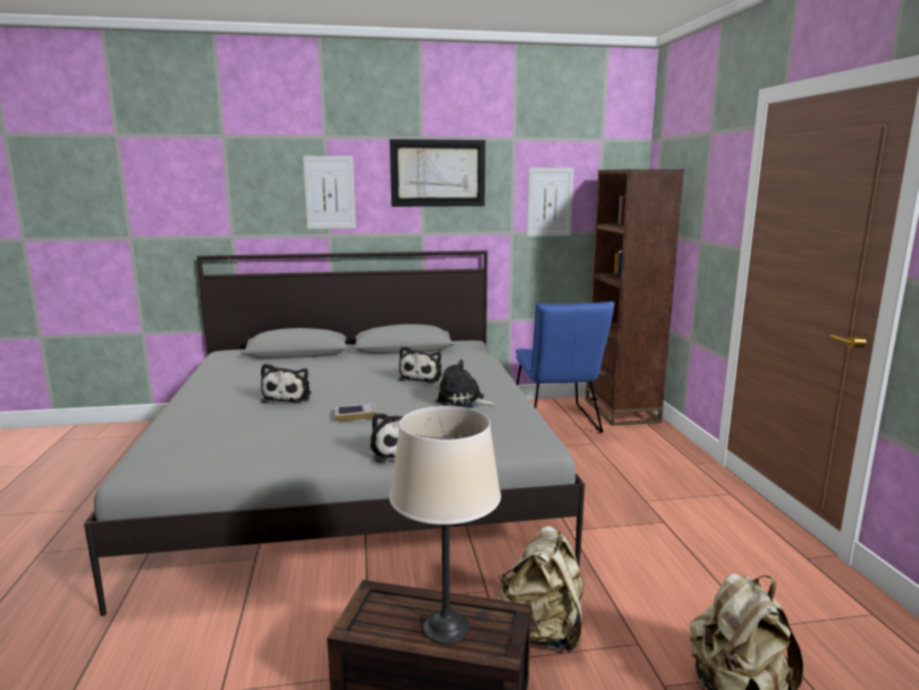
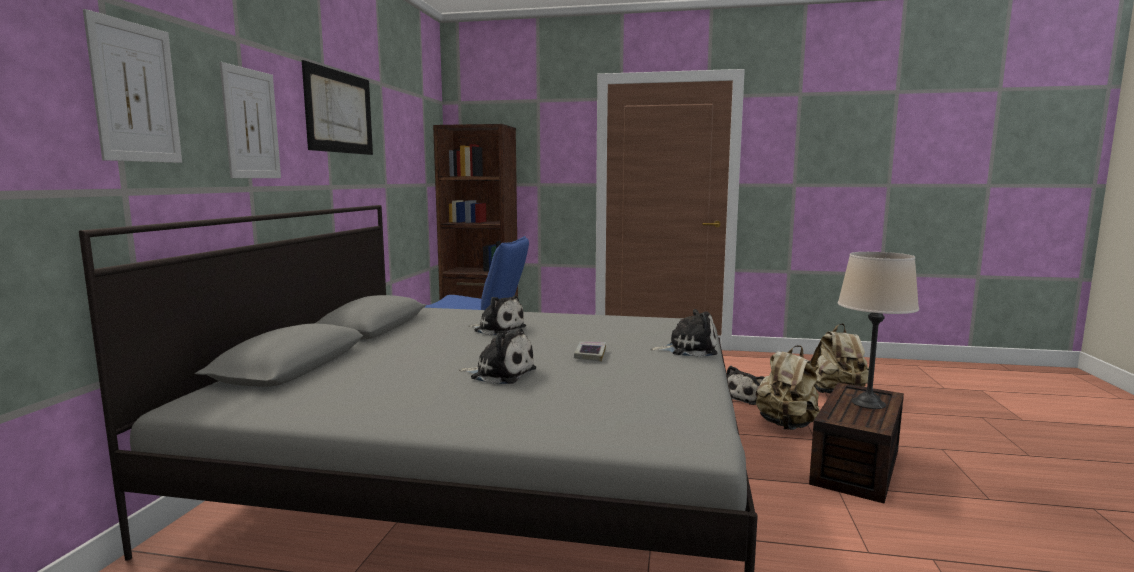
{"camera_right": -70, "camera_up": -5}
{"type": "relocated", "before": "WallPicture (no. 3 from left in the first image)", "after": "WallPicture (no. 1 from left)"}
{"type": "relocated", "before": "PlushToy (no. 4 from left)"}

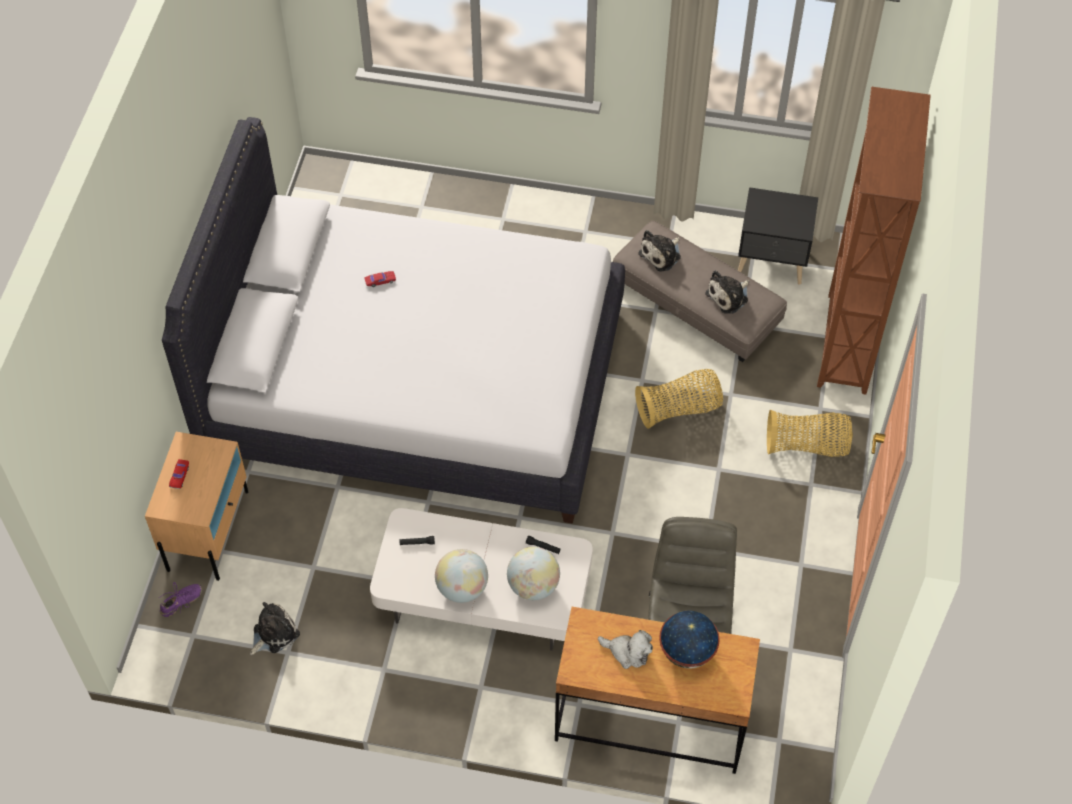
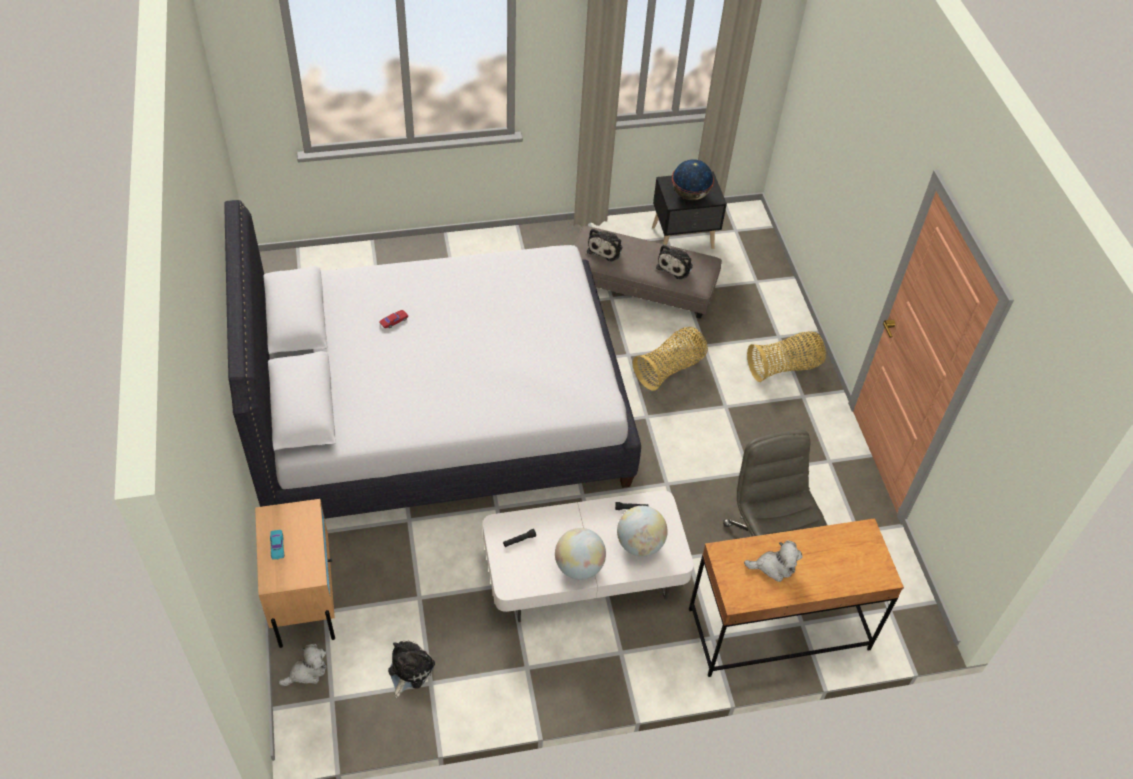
{"camera_right": -25, "camera_up": -5}
{"type": "colour", "before": "RedColouredToyCar (no. 1 from left)", "after": "TurquoiseColouredToyCar"}
{"type": "exchanged", "before": "PurpleLowShoe", "after": "PlushToy (no. 1 from left)"}
{"type": "relocated", "before": "WorldGlobe (no. 3 from left)"}
{"type": "missing", "before": "BrownishBookcase"}

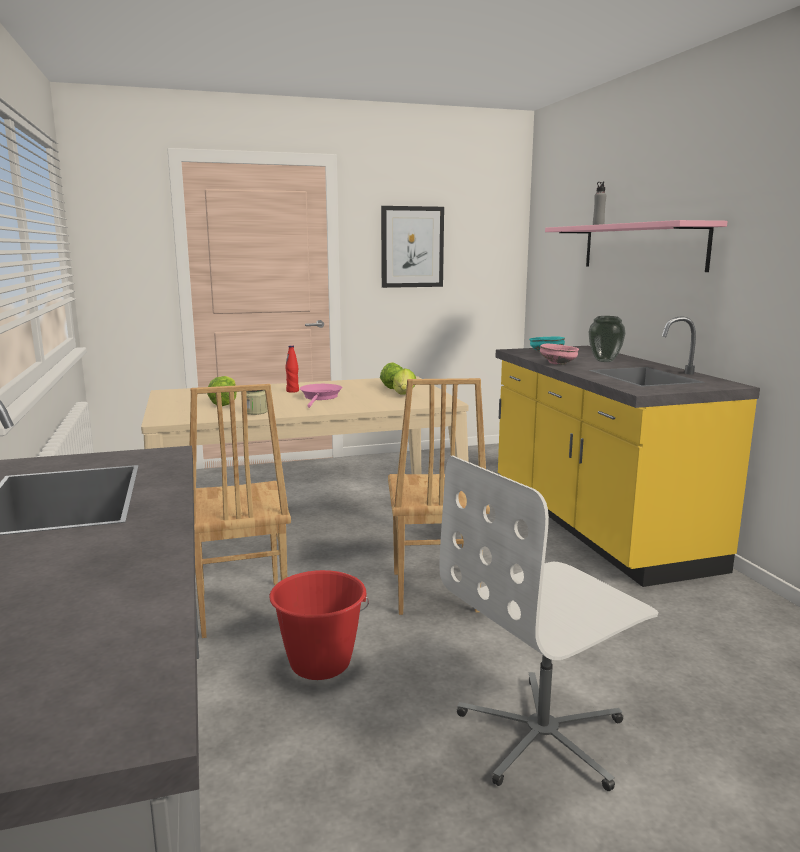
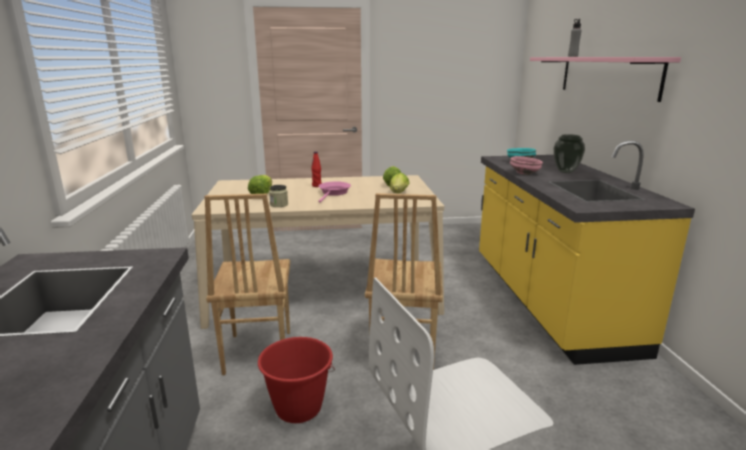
{"camera_right": 10, "camera_up": 5}
{"type": "missing", "before": "WallPicture"}

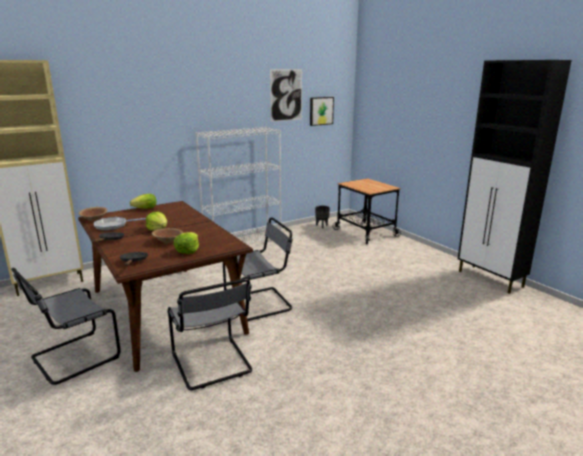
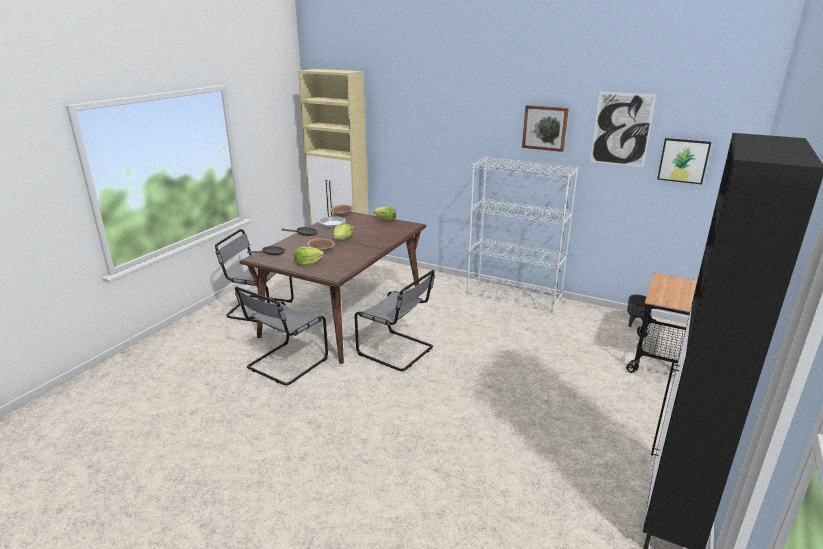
{"camera_right": 60, "camera_up": 5}
{"type": "appeared", "after": "WallPicture (no. 1 from left)"}

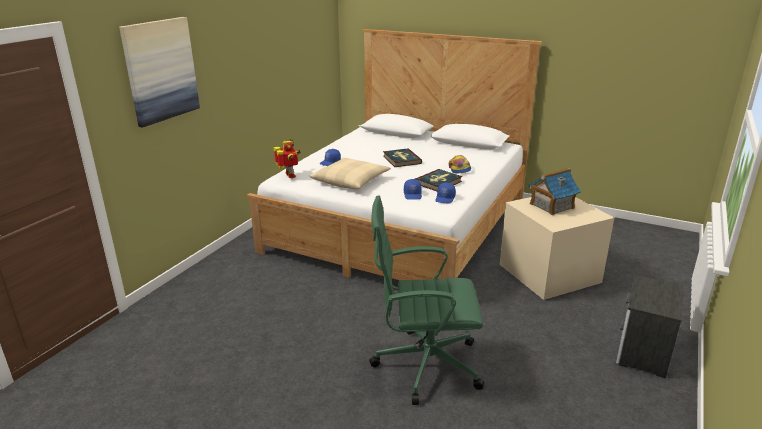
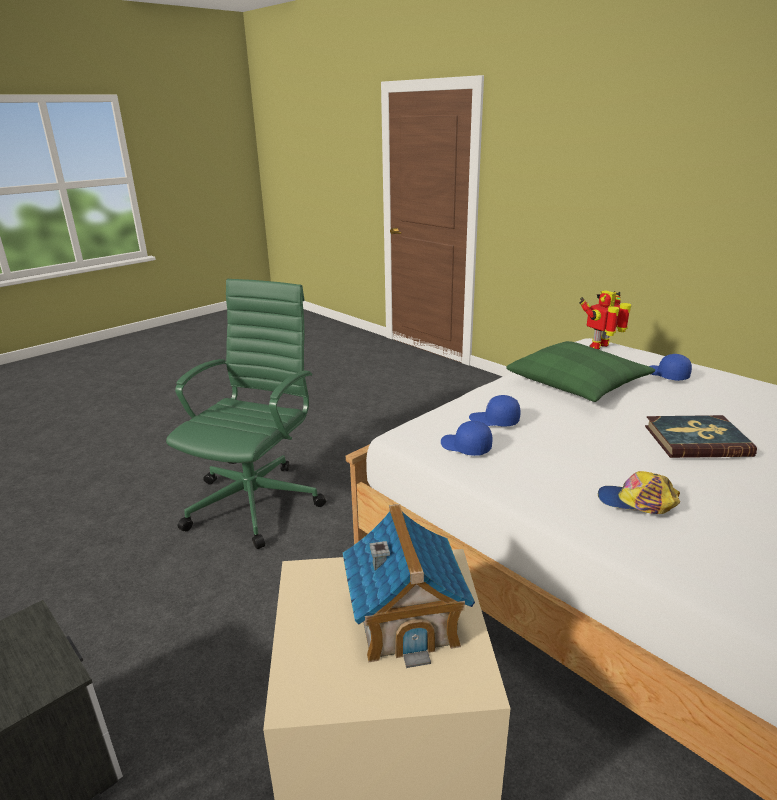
{"camera_right": 110, "camera_up": 0}
{"type": "colour", "before": "BeigeColouredCushion", "after": "GreenColouredCushion"}
{"type": "spun", "before": "ToyRobot", "turn": 150}
{"type": "missing", "before": "WallPicture"}
{"type": "missing", "before": "Book (no. 2 from left)"}

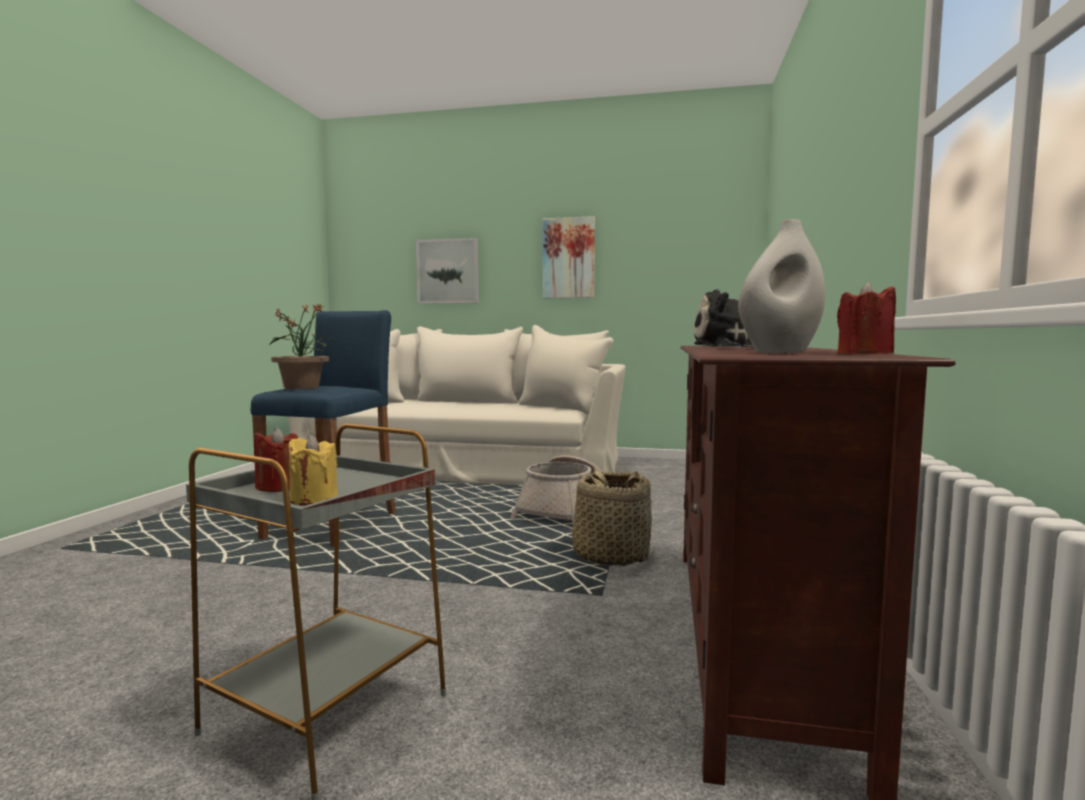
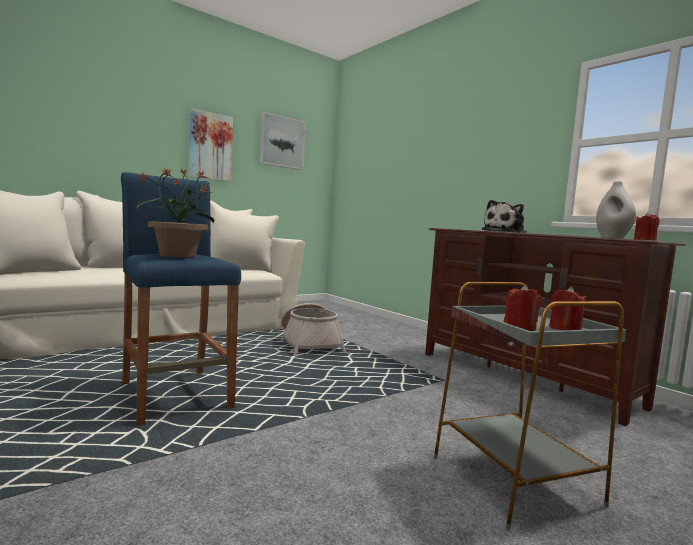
{"camera_right": -50, "camera_up": 0}
{"type": "relocated", "before": "WallPicture (no. 1 from left in the first image)", "after": "WallPicture (no. 2 from left)"}
{"type": "colour", "before": "YellowishWaxLight", "after": "RedColouredWaxLight (no. 2 from left)"}
{"type": "missing", "before": "StorageBasket (no. 2 from left)"}

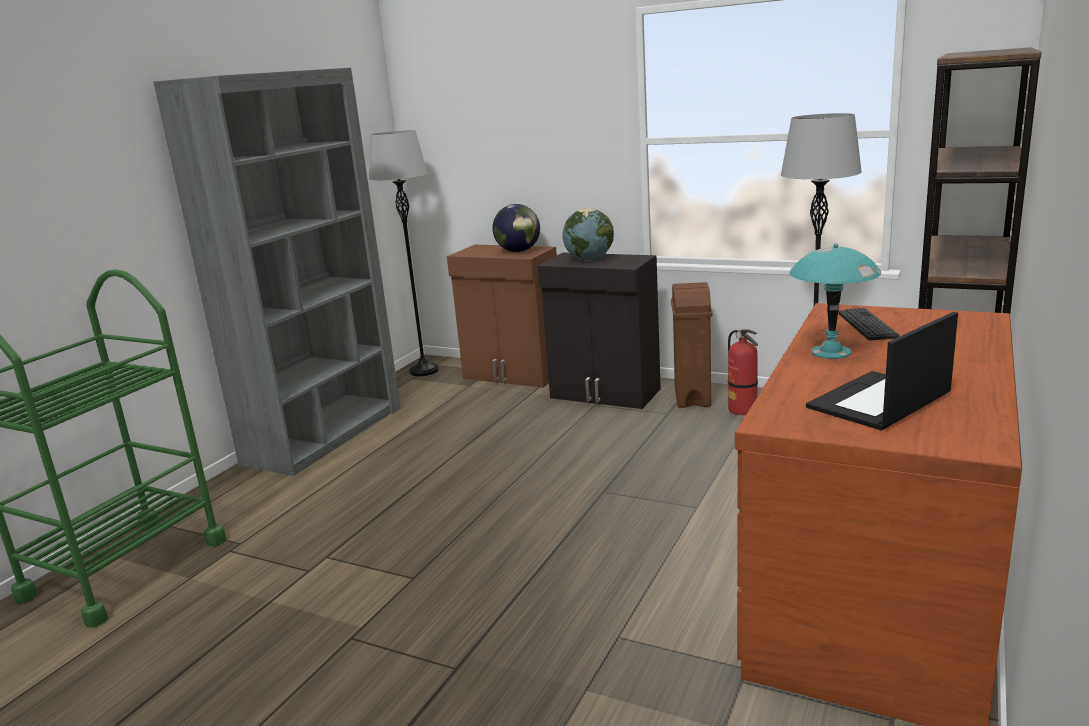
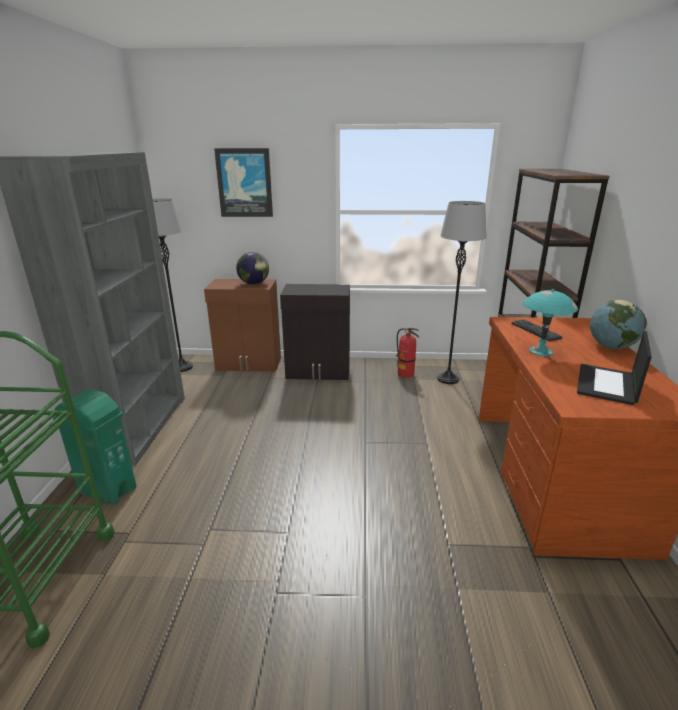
{"camera_right": -25, "camera_up": 5}
{"type": "appeared", "after": "GreenColouredWasteBin"}
{"type": "appeared", "after": "WallPicture"}
{"type": "relocated", "before": "WorldGlobe (no. 2 from left)"}
{"type": "missing", "before": "BrownishWasteBin"}

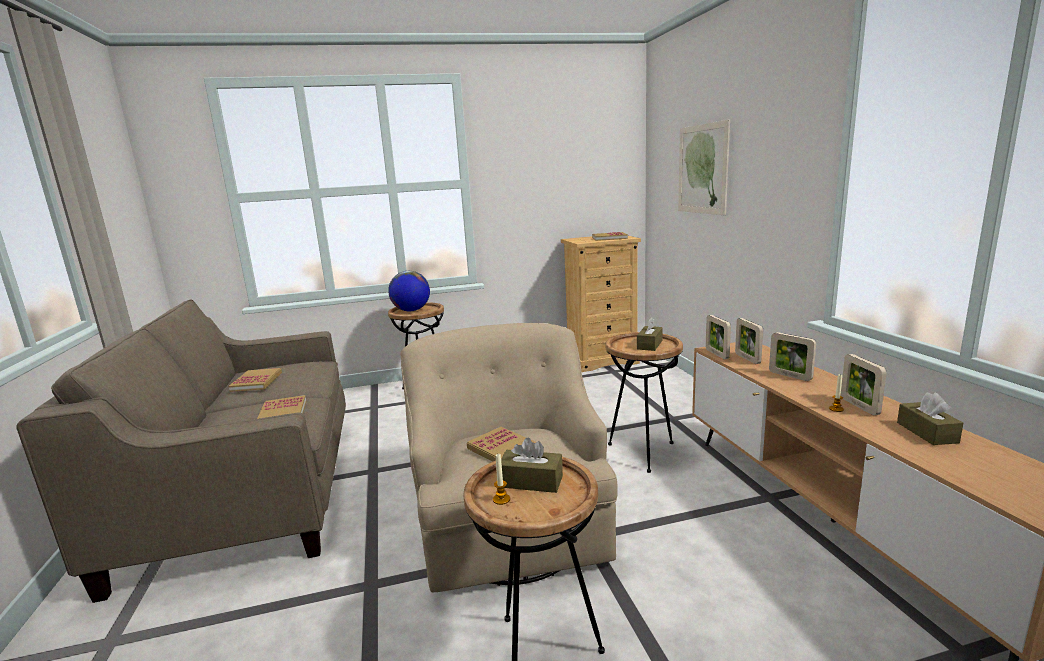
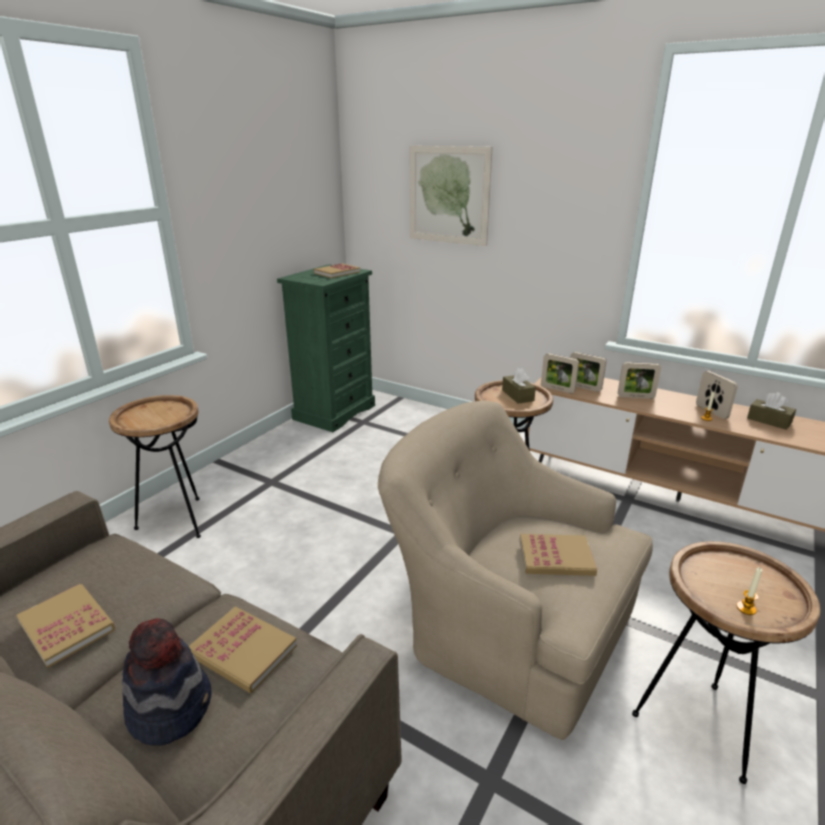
{"camera_right": -45, "camera_up": 10}
{"type": "appeared", "after": "WearableHat"}
{"type": "colour", "before": "BeigeColouredChestOfDrawers", "after": "GreenColouredChestOfDrawers"}
{"type": "spun", "before": "PhotoFrame (no. 4 from left)", "turn": -150}
{"type": "missing", "before": "WorldGlobe"}
{"type": "missing", "before": "BrownishBoxOfTissues (no. 1 from left)"}

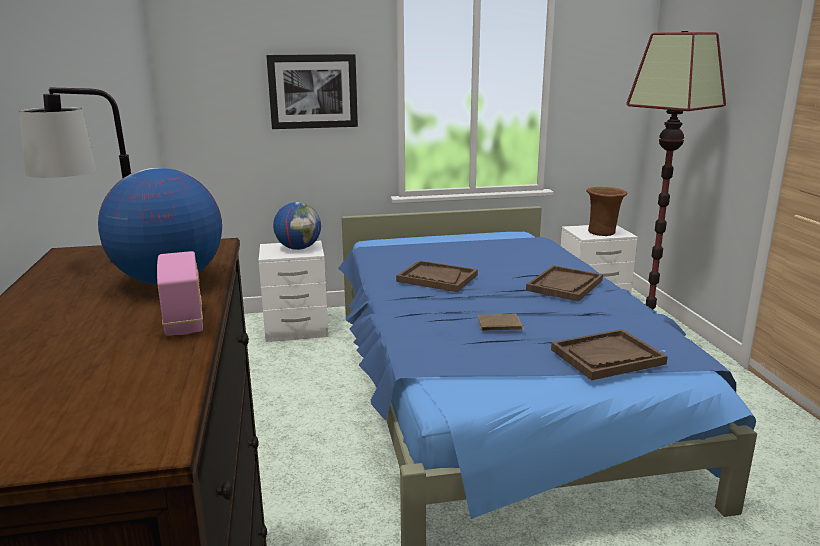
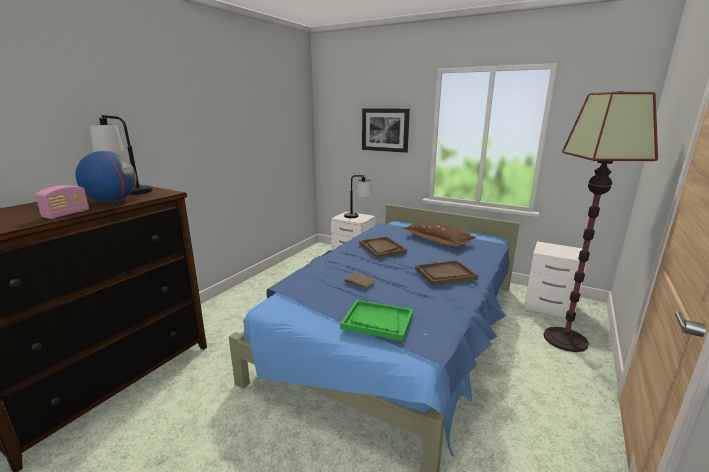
{"camera_right": 40, "camera_up": 0}
{"type": "colour", "before": "BrownishTray (no. 3 from left)", "after": "GreenColouredTray"}
{"type": "exchanged", "before": "WorldGlobe (no. 2 from left)", "after": "LampForATable (no. 2 from left)"}
{"type": "appeared", "after": "BrownishCushion"}
{"type": "missing", "before": "BrownishFlowerVase"}

